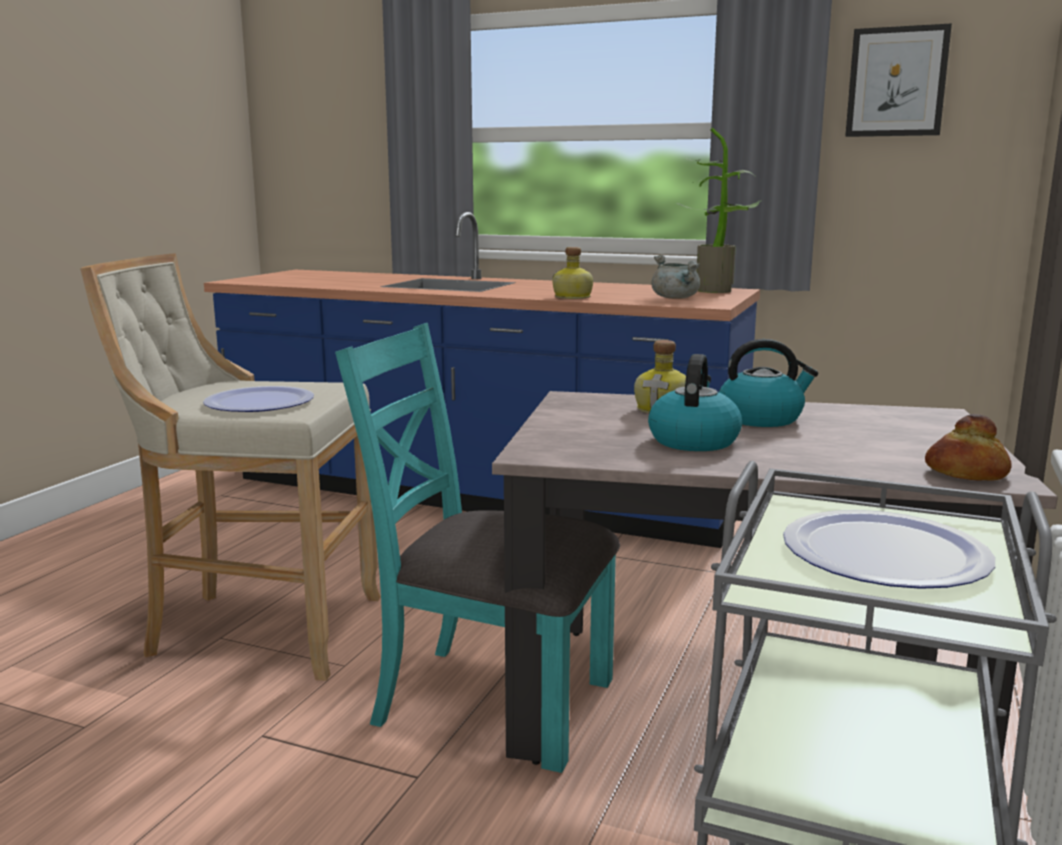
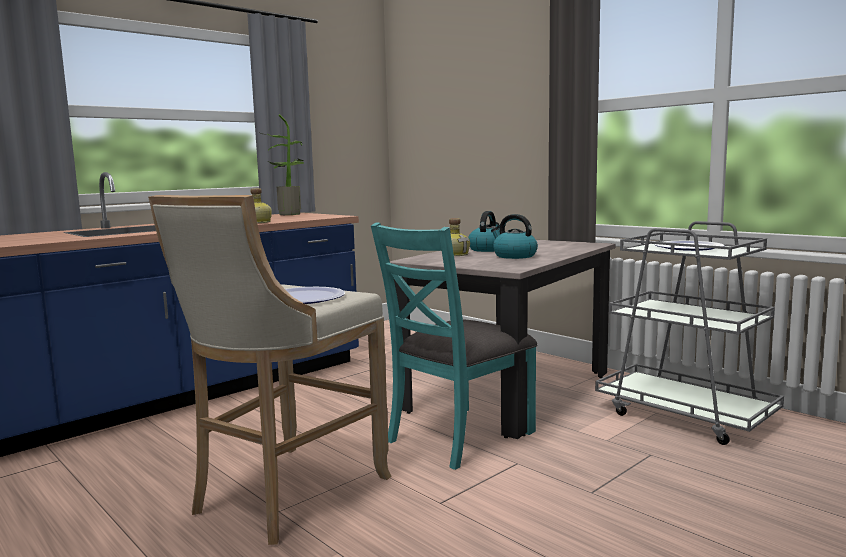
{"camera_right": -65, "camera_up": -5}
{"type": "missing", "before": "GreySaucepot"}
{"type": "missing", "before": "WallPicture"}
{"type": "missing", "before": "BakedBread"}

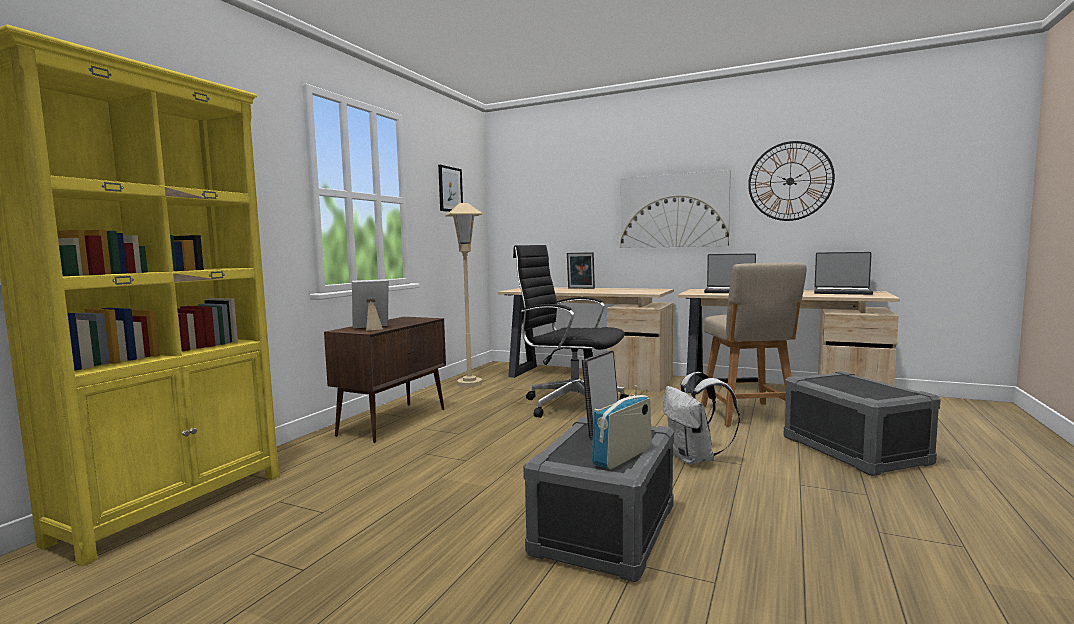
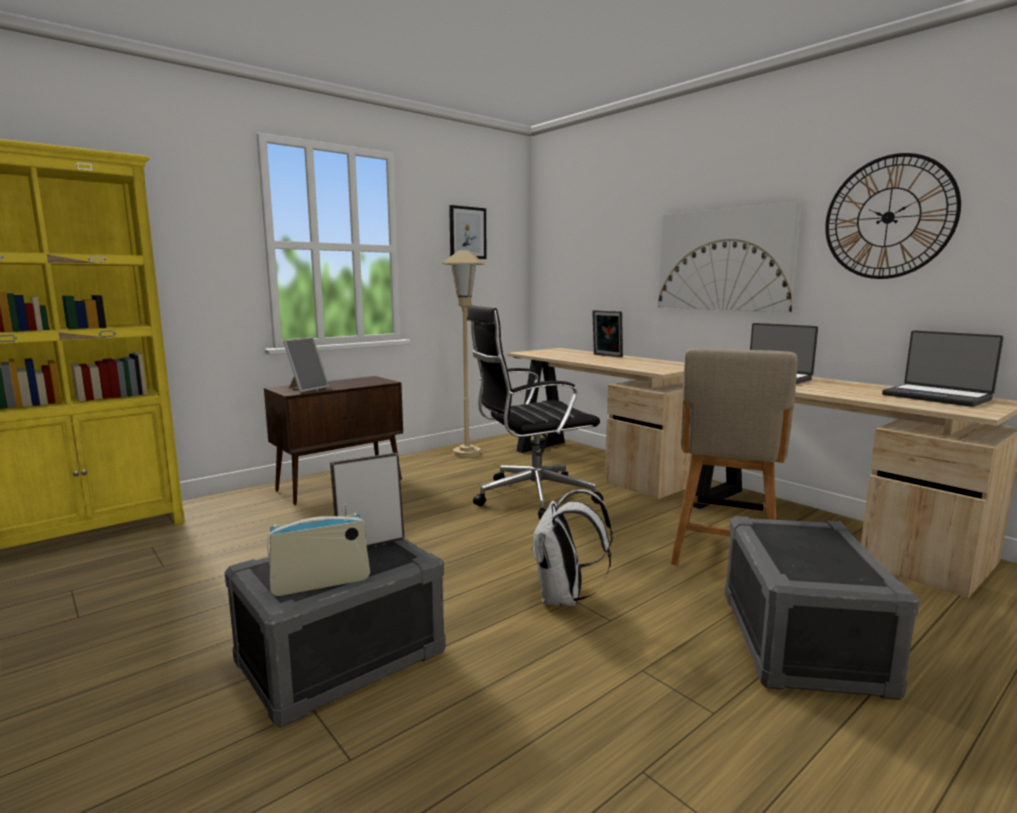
{"camera_right": 25, "camera_up": 5}
{"type": "spun", "before": "PhotoFrame (no. 1 from left)", "turn": 120}
{"type": "spun", "before": "BlackColouredDeskChair", "turn": -75}

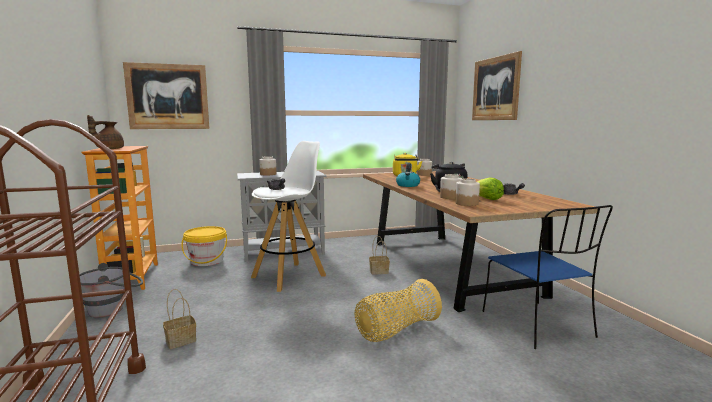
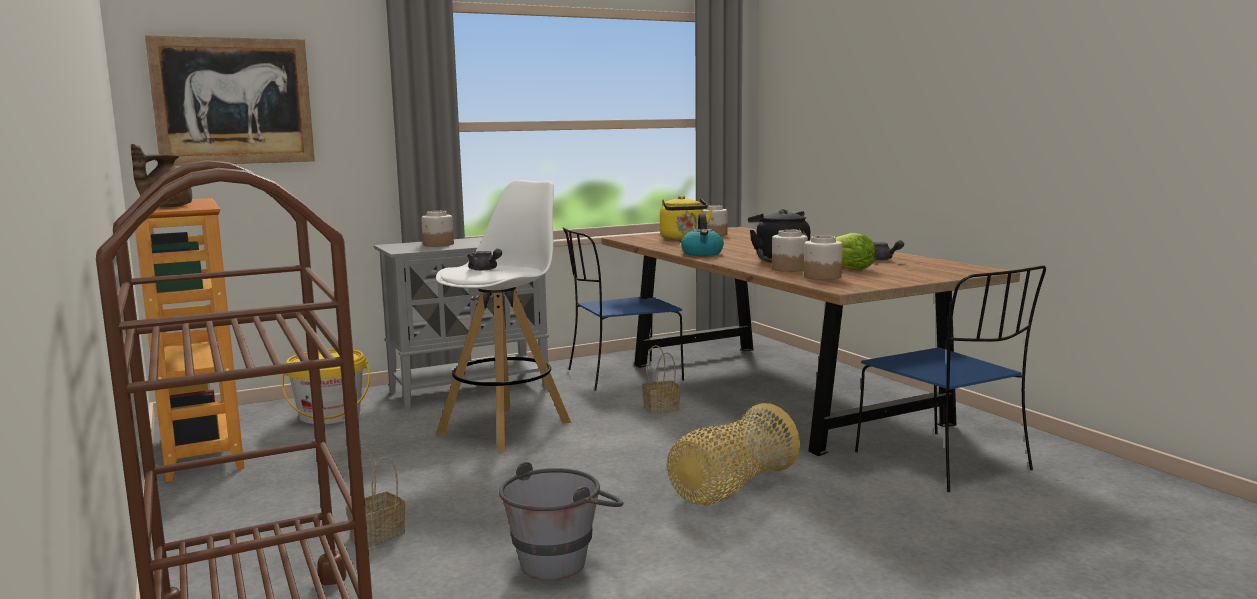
{"camera_right": -10, "camera_up": 0}
{"type": "relocated", "before": "GreyWaterBucket"}
{"type": "appeared", "after": "BluishPlainChair (no. 1 from left)"}
{"type": "missing", "before": "WallPicture (no. 2 from left)"}

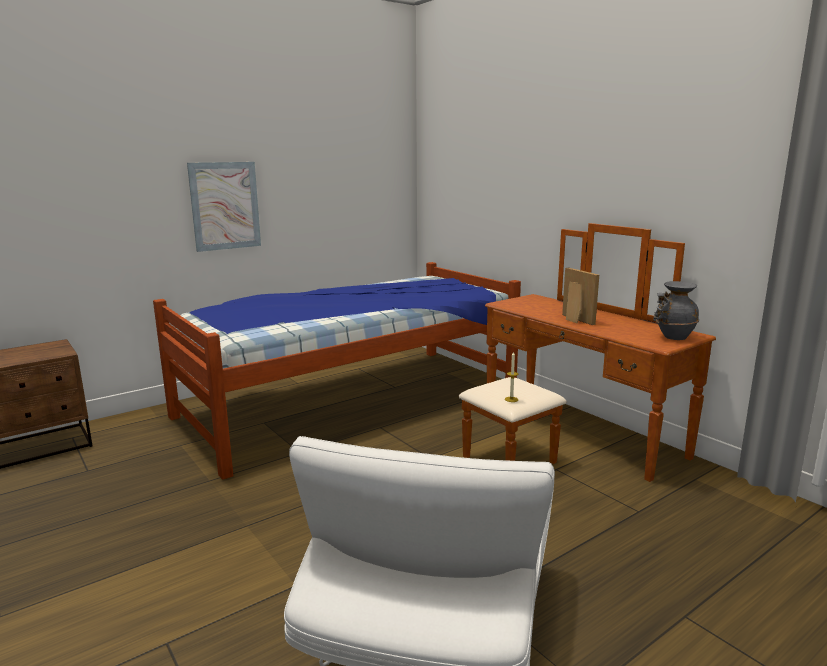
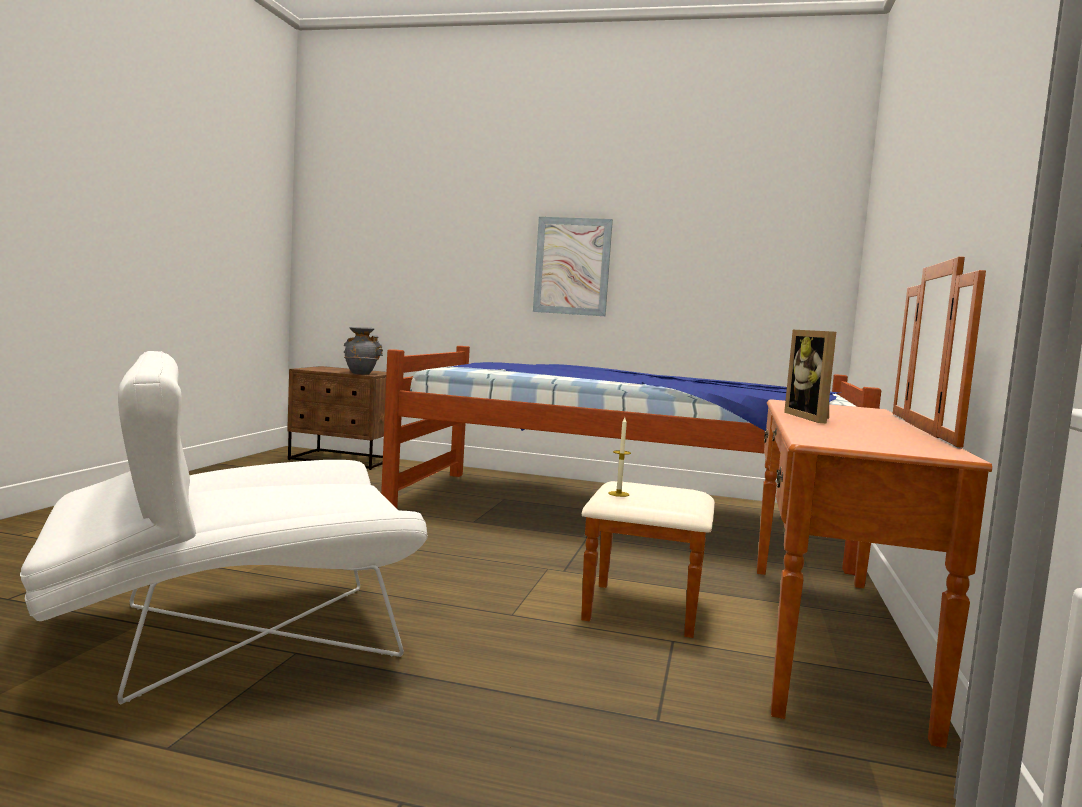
{"camera_right": 50, "camera_up": -10}
{"type": "relocated", "before": "GreyFlowerVase"}
{"type": "spun", "before": "PhotoFrame", "turn": 150}

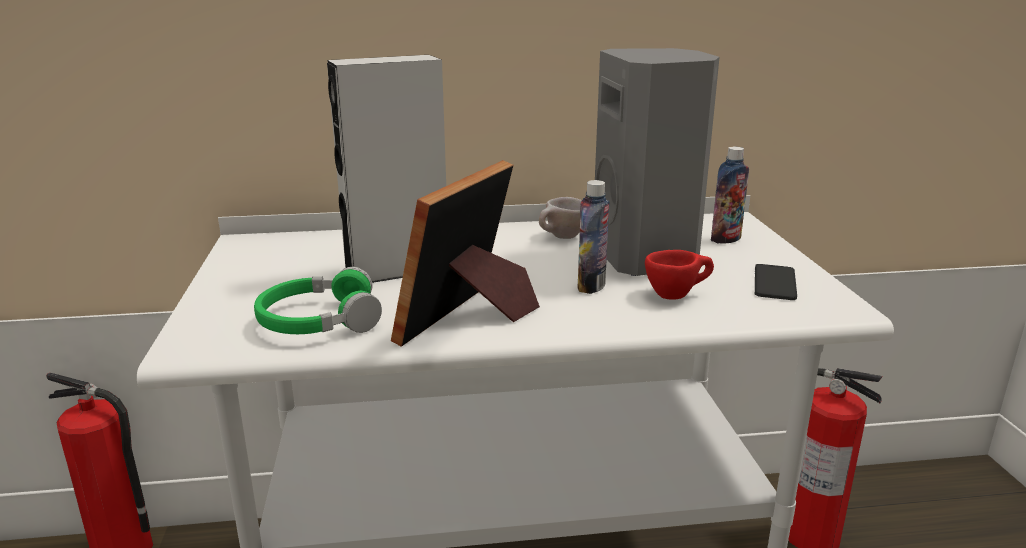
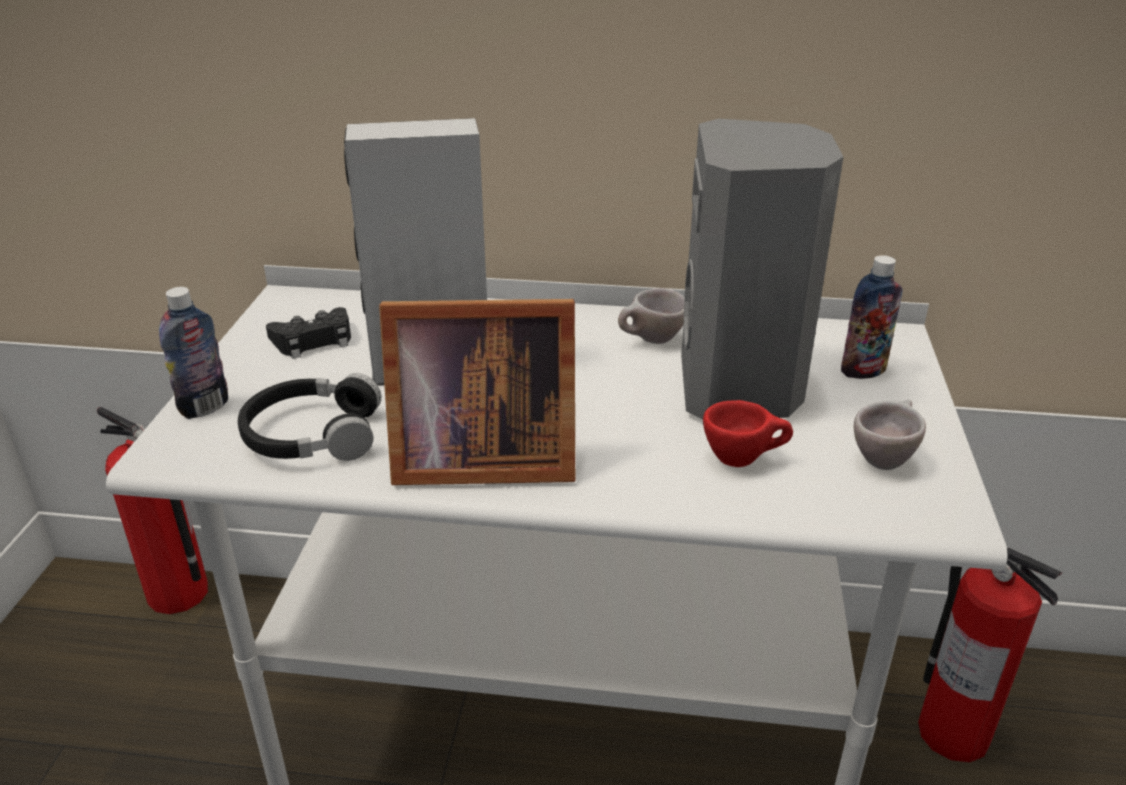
{"camera_right": 15, "camera_up": 10}
{"type": "relocated", "before": "BeverageBottle (no. 1 from left)"}
{"type": "colour", "before": "GreenColouredHeadset", "after": "BlackColouredHeadset"}
{"type": "appeared", "after": "BlackColouredGamepad"}
{"type": "spun", "before": "PhotoFrame", "turn": -135}
{"type": "exchanged", "before": "Telephone", "after": "BeigeColouredCup (no. 2 from left)"}

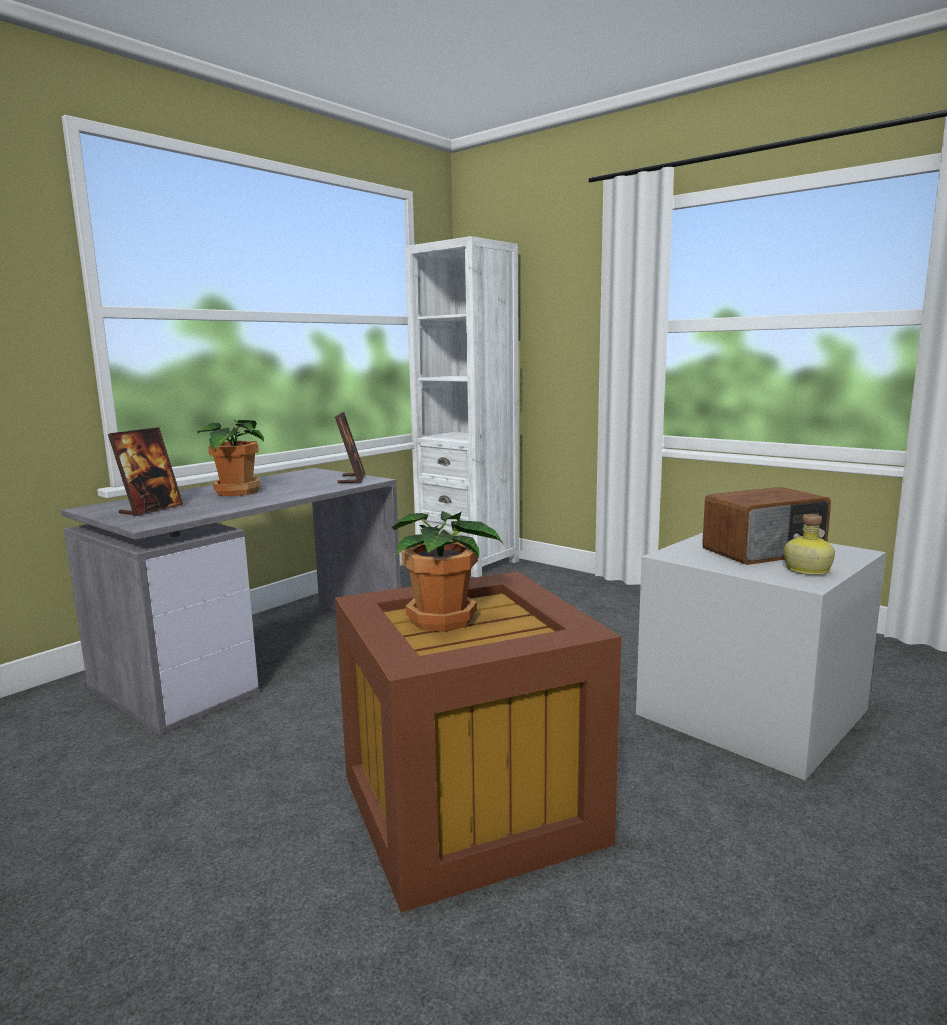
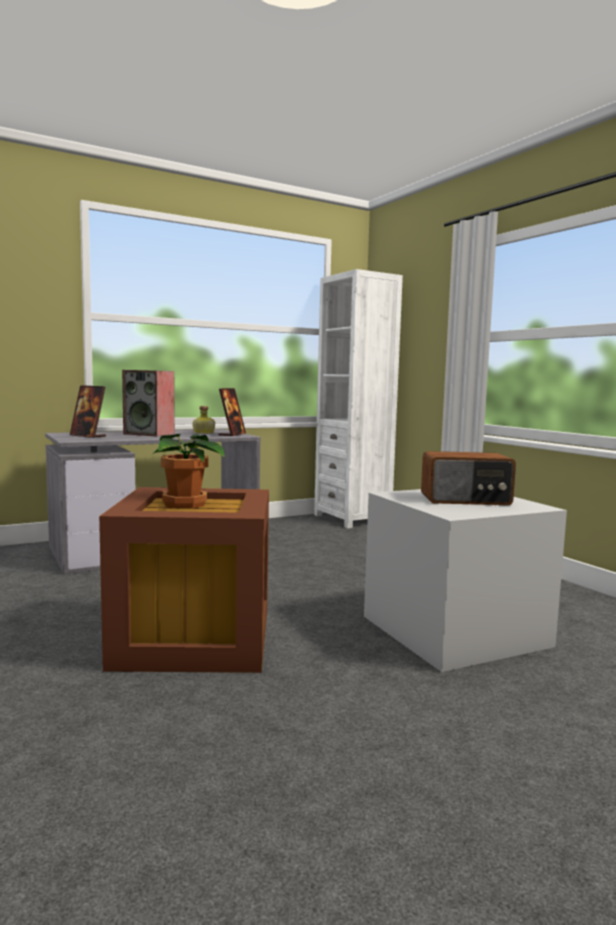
{"camera_right": 20, "camera_up": -5}
{"type": "spun", "before": "PhotoFrame (no. 1 from left)", "turn": 75}
{"type": "exchanged", "before": "Houseplant (no. 1 from left)", "after": "AudioSpeaker"}
{"type": "relocated", "before": "BeverageBottle"}

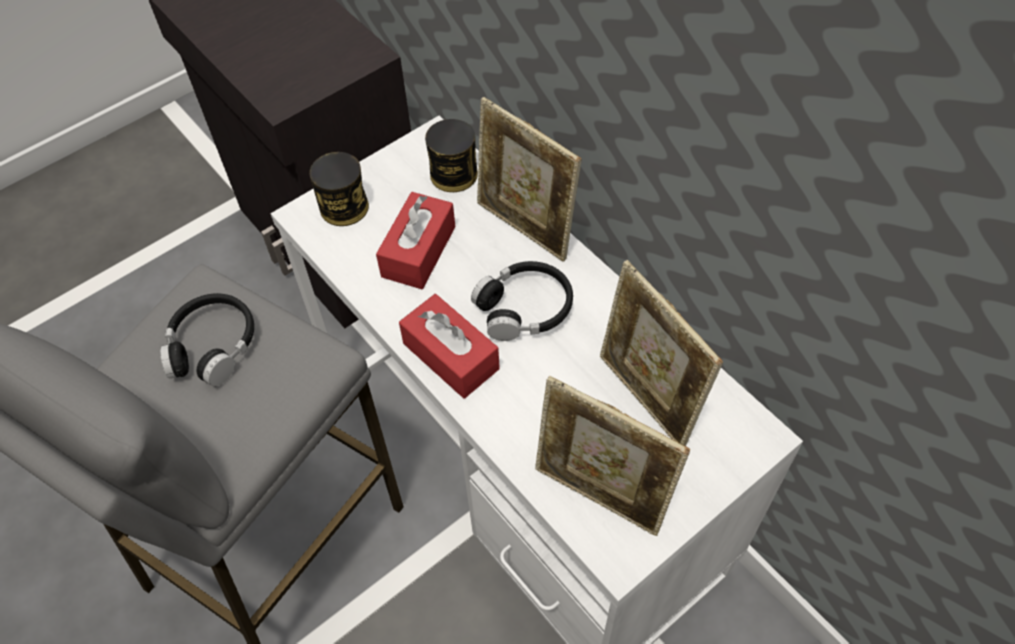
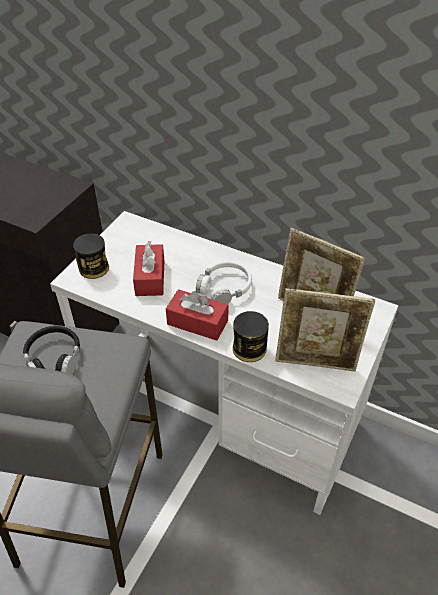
{"camera_right": -25, "camera_up": -10}
{"type": "colour", "before": "BlackColouredHeadset (no. 2 from left)", "after": "WhiteColouredHeadset"}
{"type": "relocated", "before": "Can (no. 2 from left)"}
{"type": "missing", "before": "PhotoFrame (no. 1 from left)"}

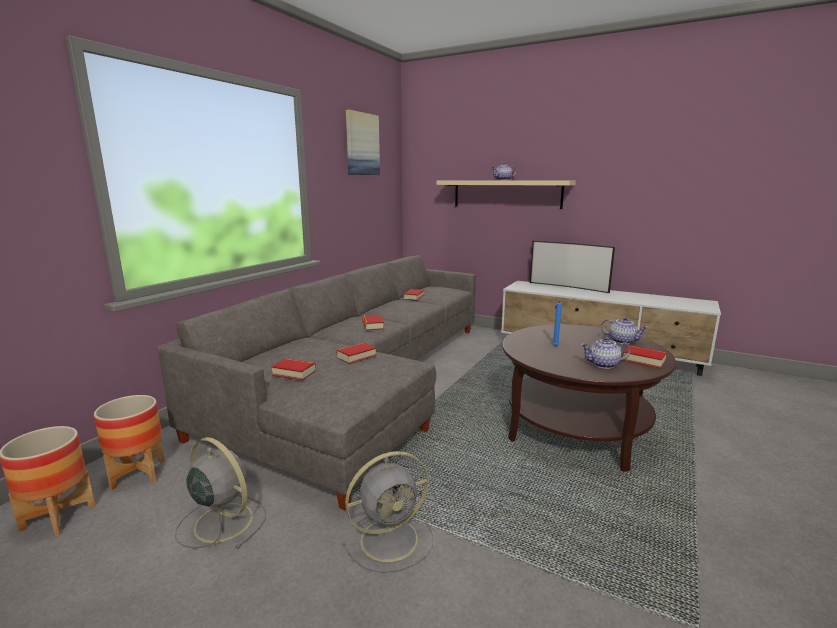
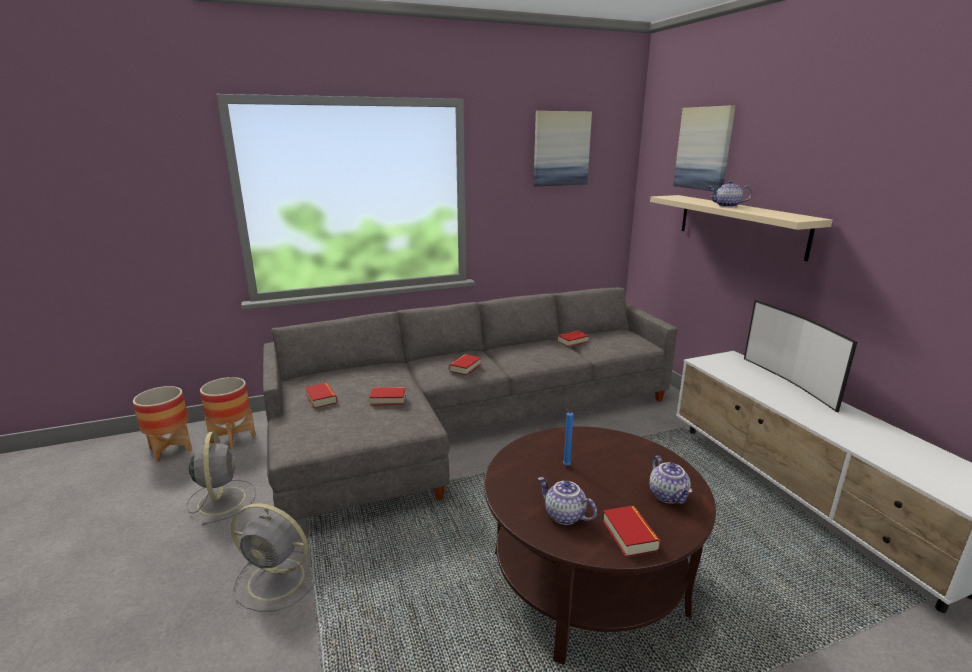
{"camera_right": 40, "camera_up": 5}
{"type": "appeared", "after": "WallPicture (no. 2 from left)"}

